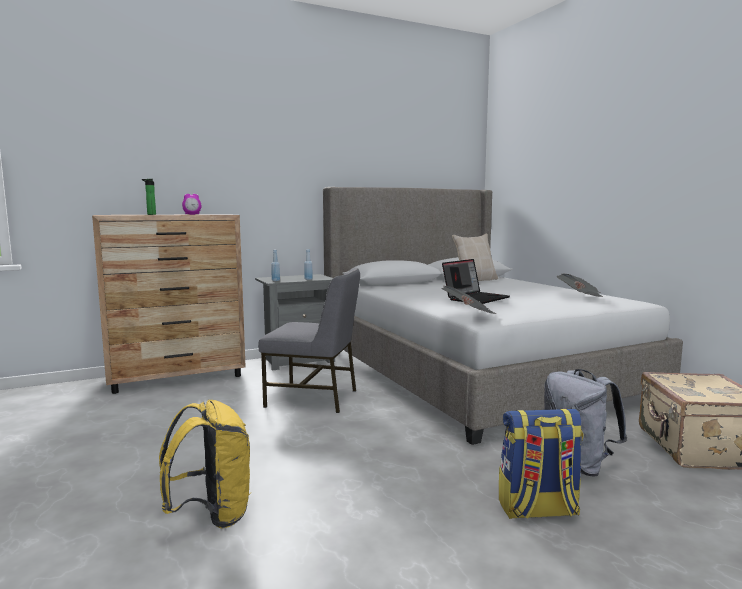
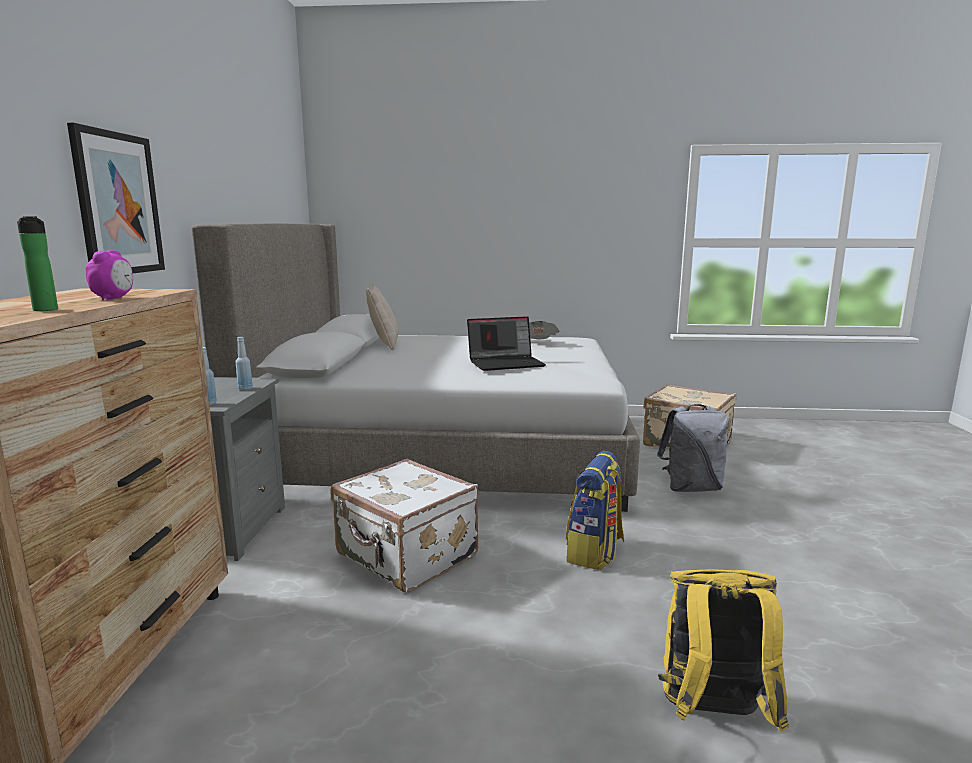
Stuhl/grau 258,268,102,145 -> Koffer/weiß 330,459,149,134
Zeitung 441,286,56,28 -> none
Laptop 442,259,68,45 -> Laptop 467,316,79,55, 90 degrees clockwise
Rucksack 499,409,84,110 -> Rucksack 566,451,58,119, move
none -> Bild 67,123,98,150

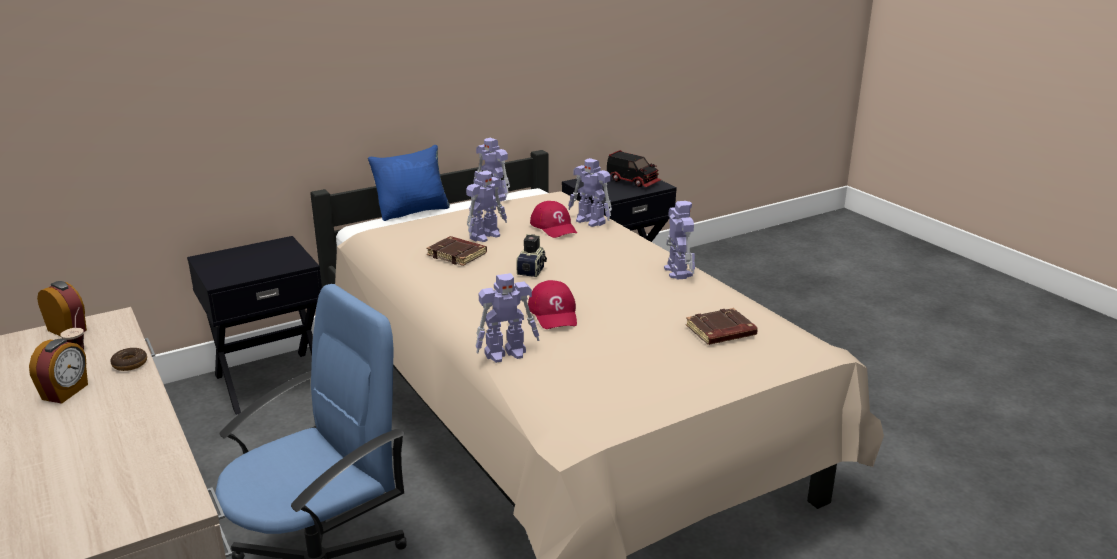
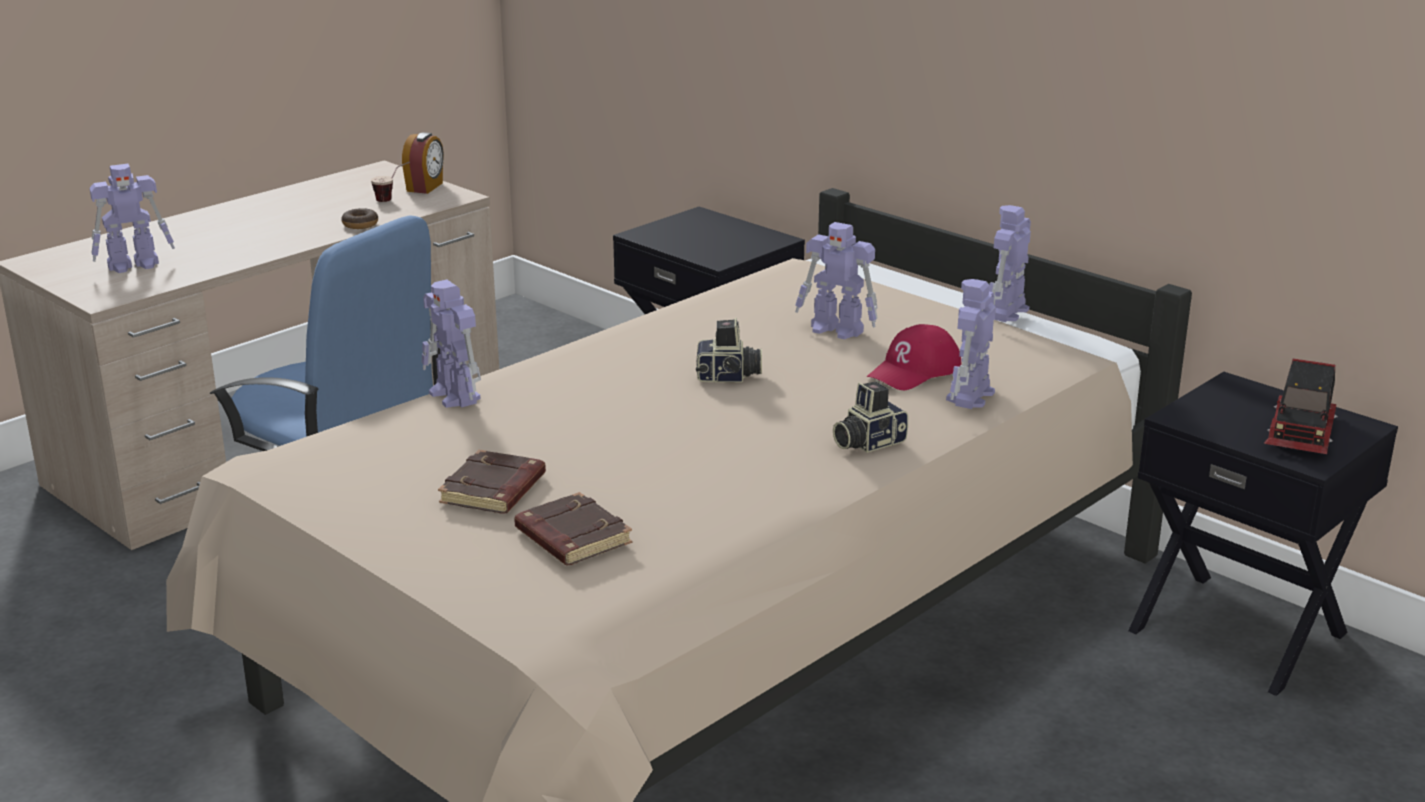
Wecker 29,339,59,65 -> none
Kissen/blau 368,145,82,76 -> none
Buch/braun 426,236,61,30 -> Buch/braun 438,450,108,64, move
Kappe/rot 528,280,49,49 -> none
Spielzeugroboter 664,201,31,79 -> Spielzeugroboter 90,164,85,109, move
none -> Kamera 833,382,75,71

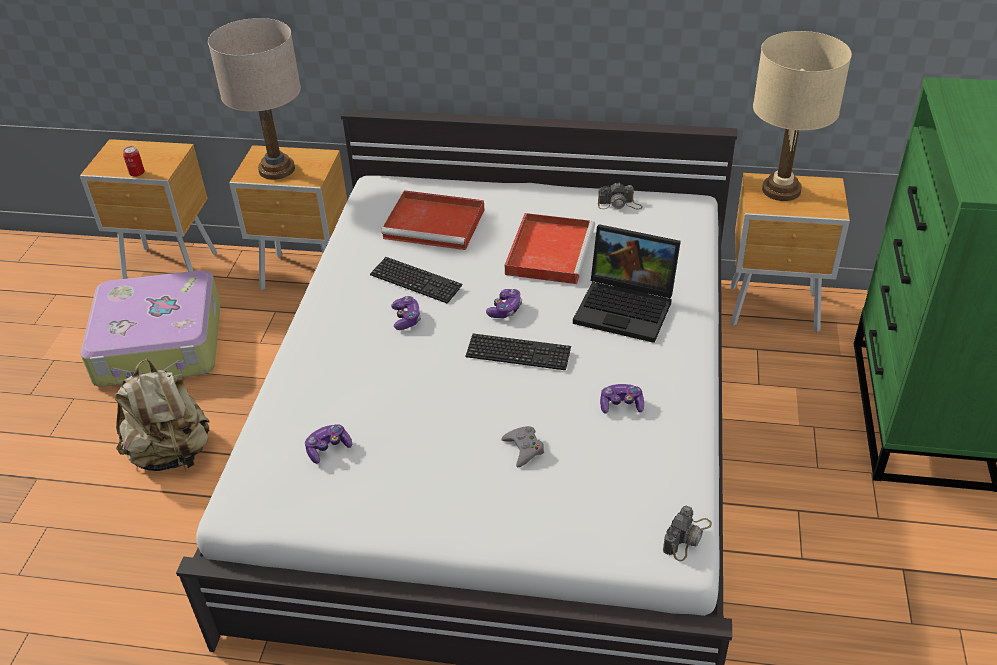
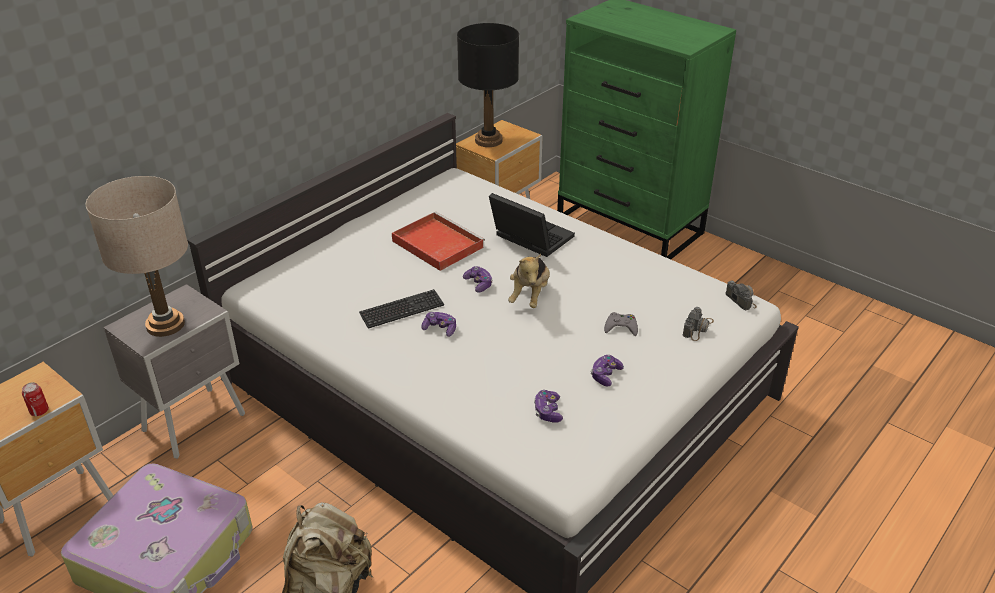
Nachttisch/braun 229,145,118,145 -> Nachttisch/grau 104,284,141,175
Tablett/rot 381,190,103,60 -> none
Tastatur 466,334,105,36 -> Plüschtier 508,254,42,54
Laptop 573,224,108,119 -> Laptop 489,193,86,64, 105 degrees counterclockwise
Kamera 598,183,45,27 -> Kamera 683,307,31,34, move
Gamepad 600,384,44,30 -> Gamepad 591,355,33,31, move
Tischlampe/beige 753,31,99,170 -> Tischlampe/schwarz 457,23,62,124

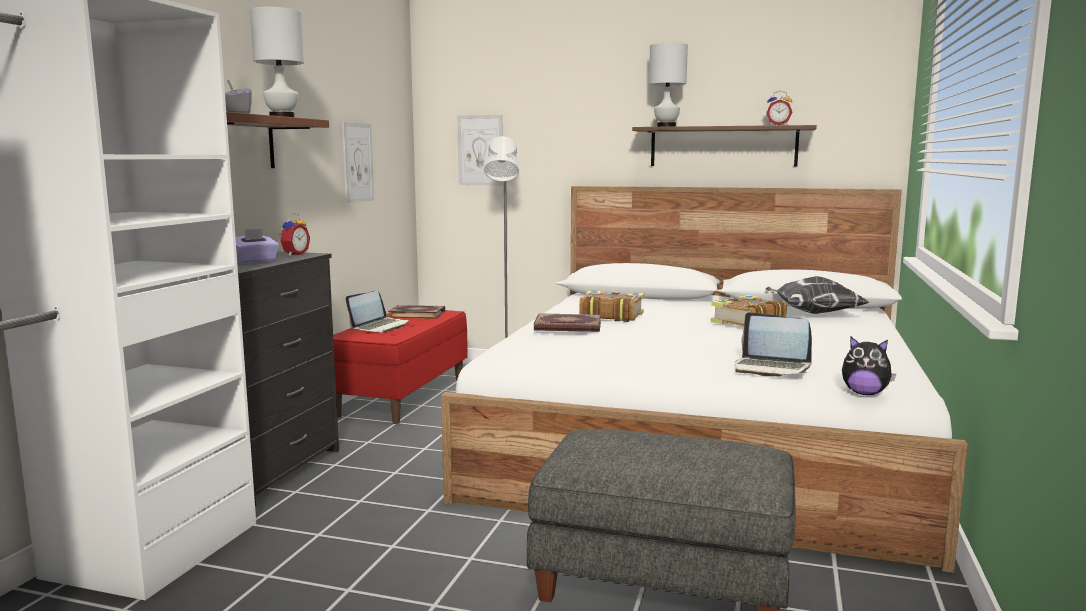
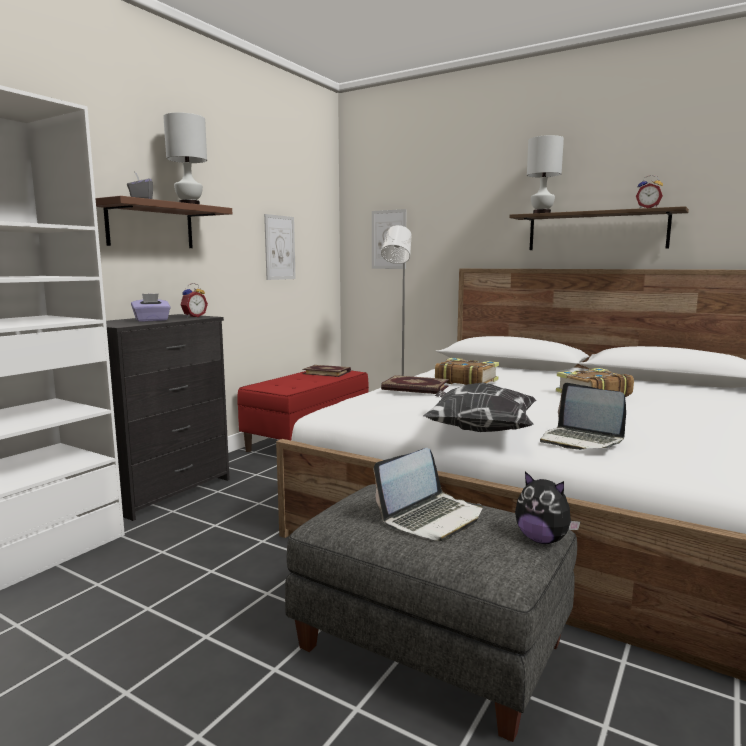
Laptop 345,291,64,42 -> Laptop 374,448,109,93, move
Kissen 766,276,103,38 -> Kissen 423,383,113,49, move
Plüschtier 842,337,54,58 -> Plüschtier 515,471,65,73, move

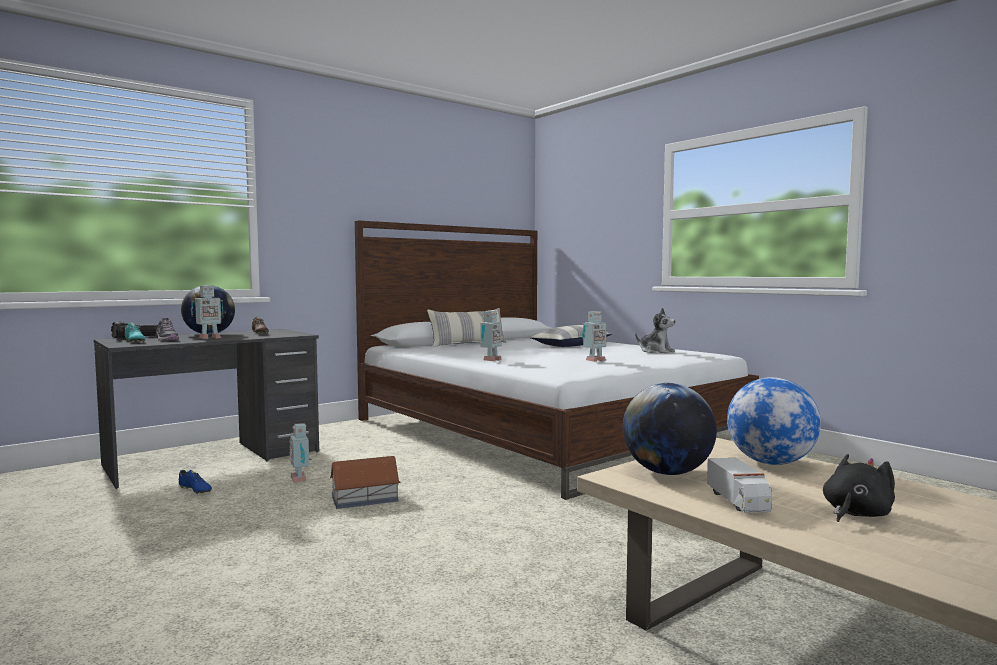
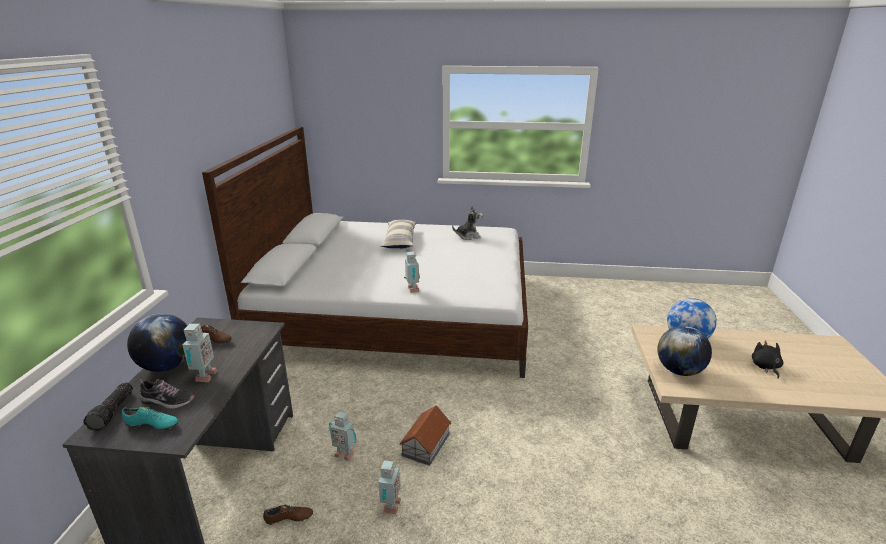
Schuh/blau 179,470,33,24 -> Schuh/braun 263,504,50,21
Kissen 427,308,79,39 -> none
Spielzeugroboter 582,311,25,51 -> Spielzeugroboter 379,460,22,54, move
Spielzeuglaster 707,458,65,55 -> none

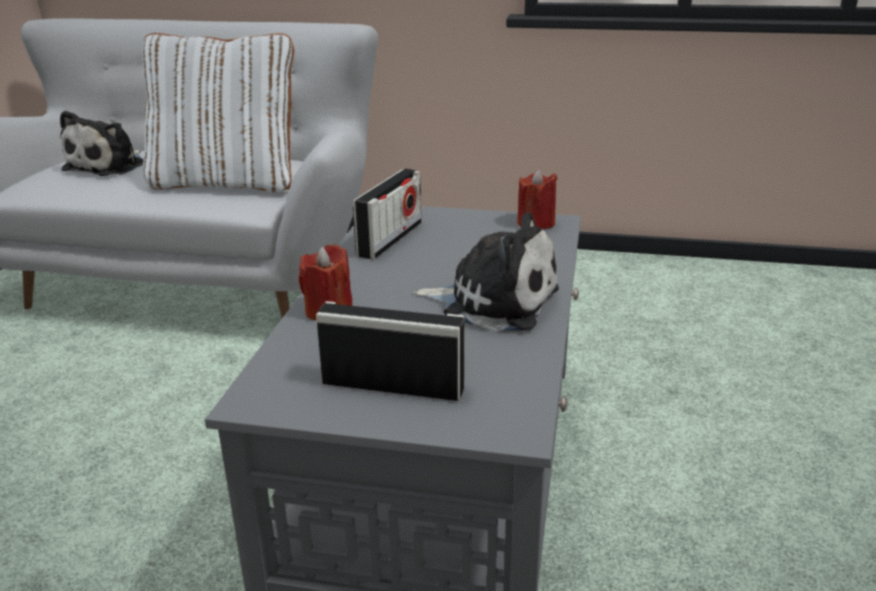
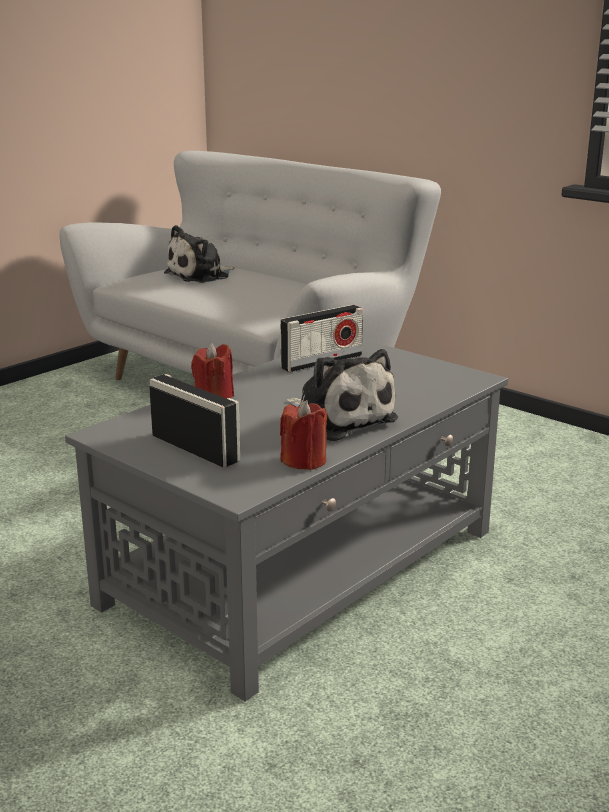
Kissen/weiß 142,33,152,159 -> none
Kerze/rot 517,169,40,60 -> Kerze/rot 280,400,48,70, move

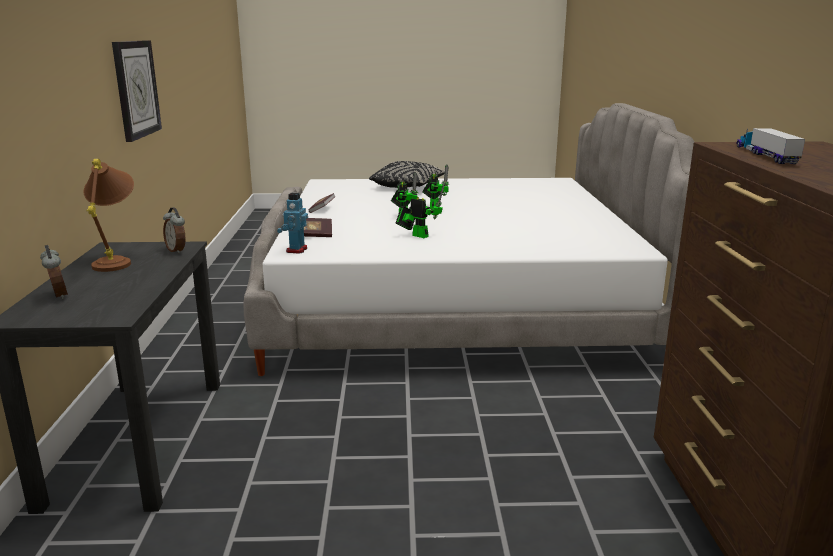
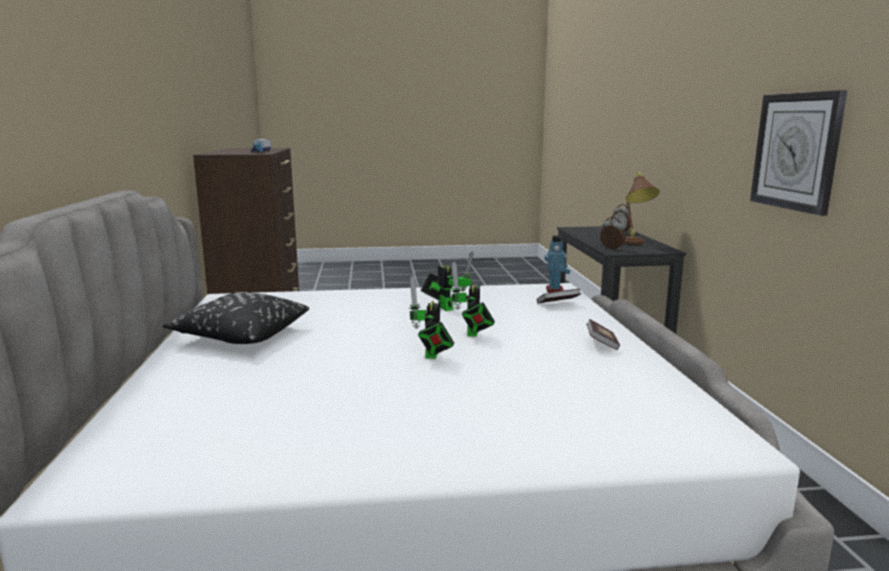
Kissen/schwarz 369,161,76,27 -> Kissen/schwarz 163,292,146,52, move
Spielzeugroboter 396,182,49,56 -> Spielzeugroboter 421,251,52,60, 150 degrees counterclockwise

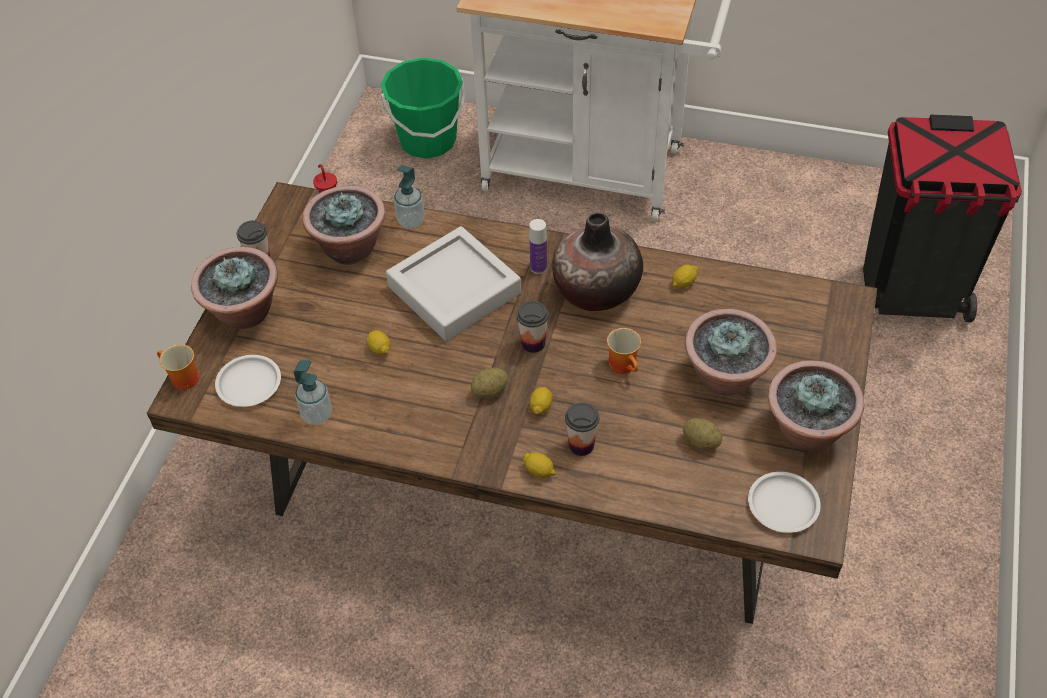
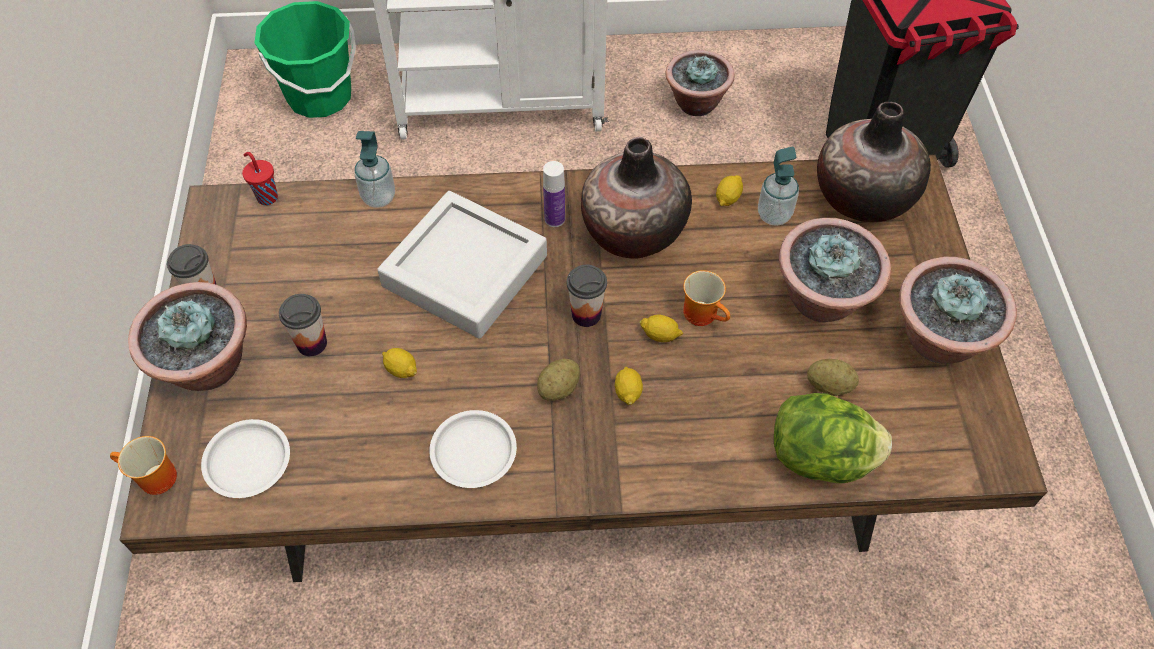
Seifenspender 294,360,38,65 -> Seifenspender 758,147,41,79, move
Topfpflanze 302,186,83,79 -> Topfpflanze 665,50,70,66, move
Zitrone 523,452,33,26 -> Zitrone 640,315,43,27, move
Tasse 565,402,34,54 -> Tasse 279,294,48,62, move
Teller/weiß 748,472,73,61 -> Teller/weiß 429,410,88,78, move
none -> Salatkopf 774,393,118,90
none -> Vase 817,102,114,120

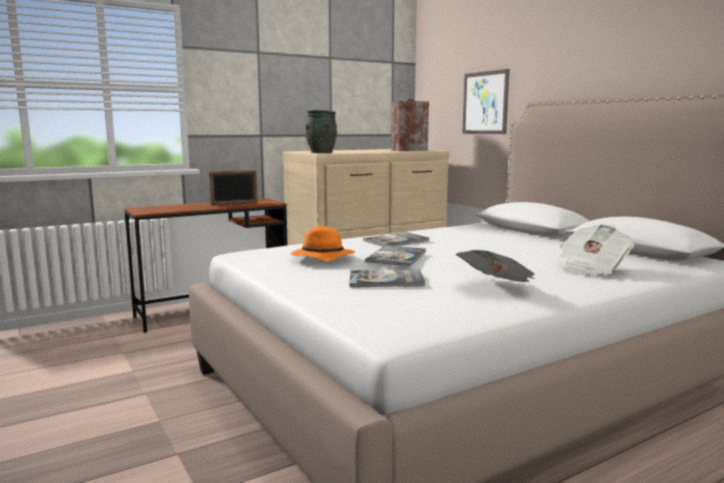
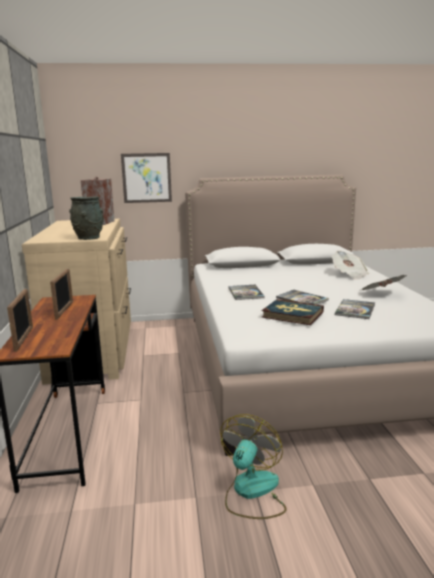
Hut/orange 290,226,65,35 -> Buch 262,299,62,26
none -> Bilderrahmen 7,289,26,63
none -> Ventilator 220,414,66,105

